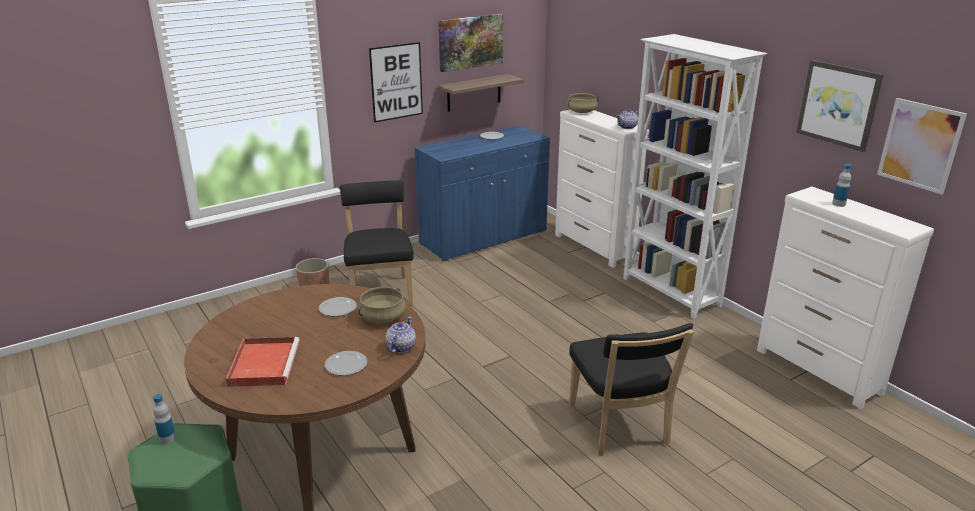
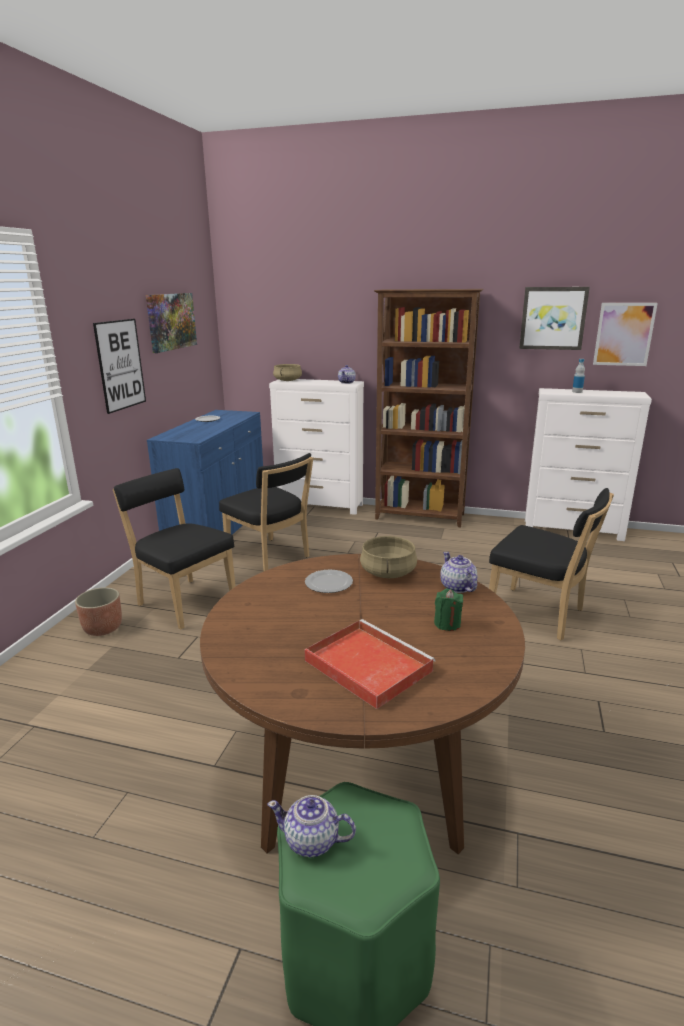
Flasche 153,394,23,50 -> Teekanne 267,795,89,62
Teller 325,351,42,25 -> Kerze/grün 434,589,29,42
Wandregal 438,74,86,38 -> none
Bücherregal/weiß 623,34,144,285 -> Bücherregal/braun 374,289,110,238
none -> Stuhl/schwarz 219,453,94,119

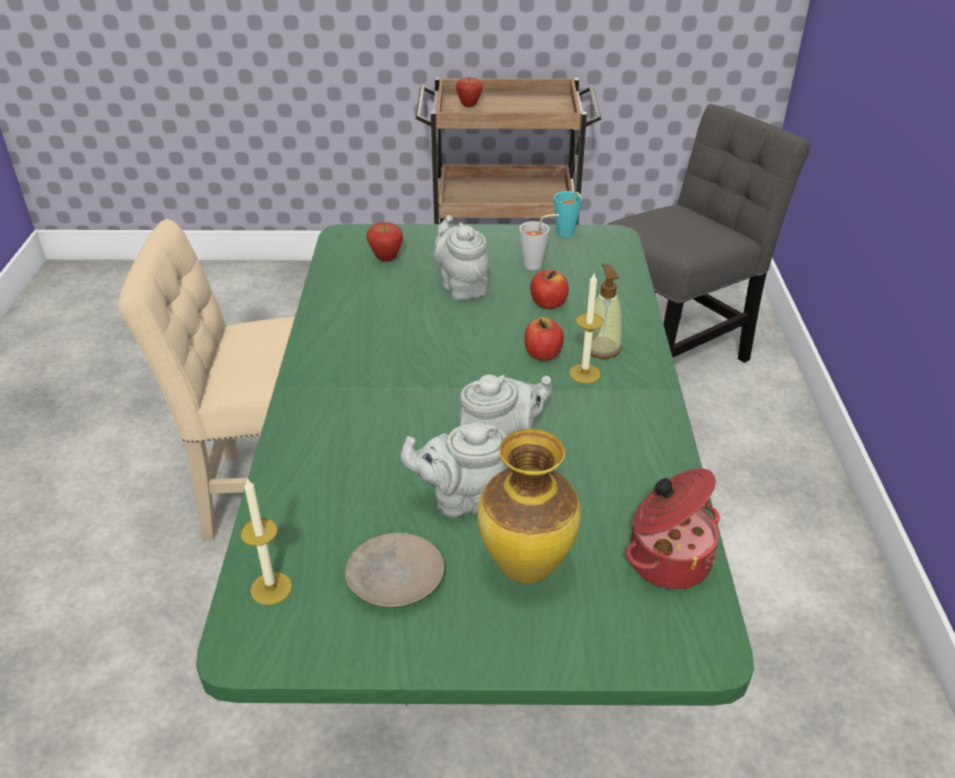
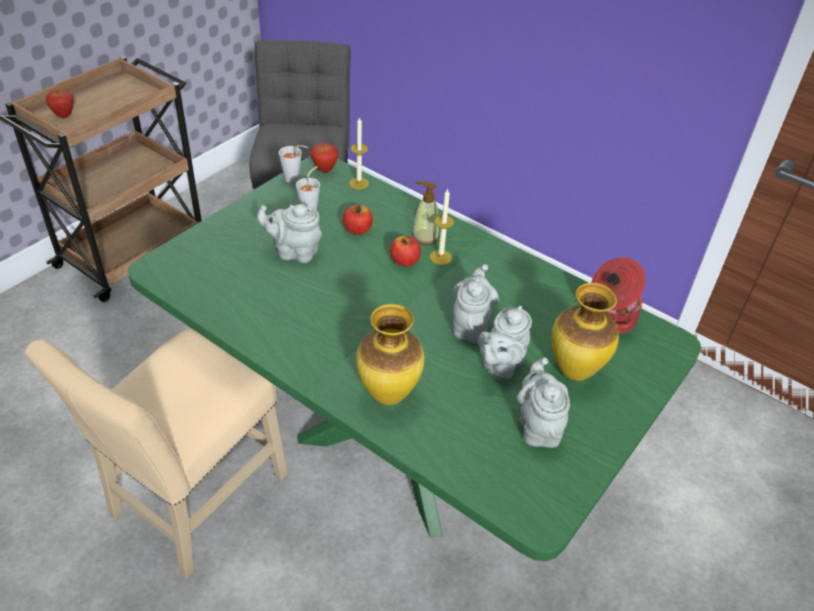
Kerze 240,478,52,127 -> Kerze 349,117,20,73, move
Teller/beige 345,533,99,74 -> Teekanne/grau 517,358,53,90
Apfel 367,222,36,40 -> Apfel 311,143,27,30, move
Tasse/türkis 554,191,28,46 -> Tasse/grau 279,145,29,38
none -> Vase 356,304,69,101

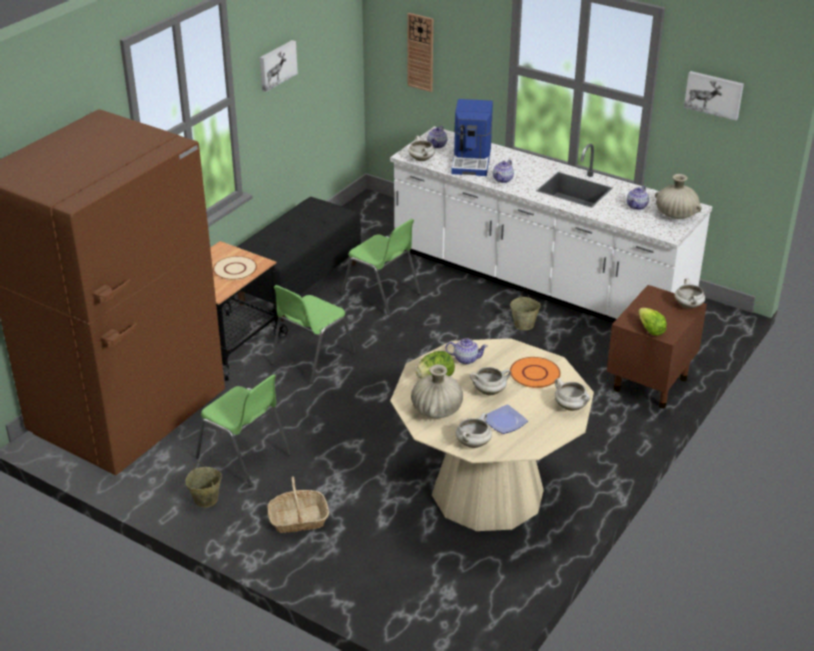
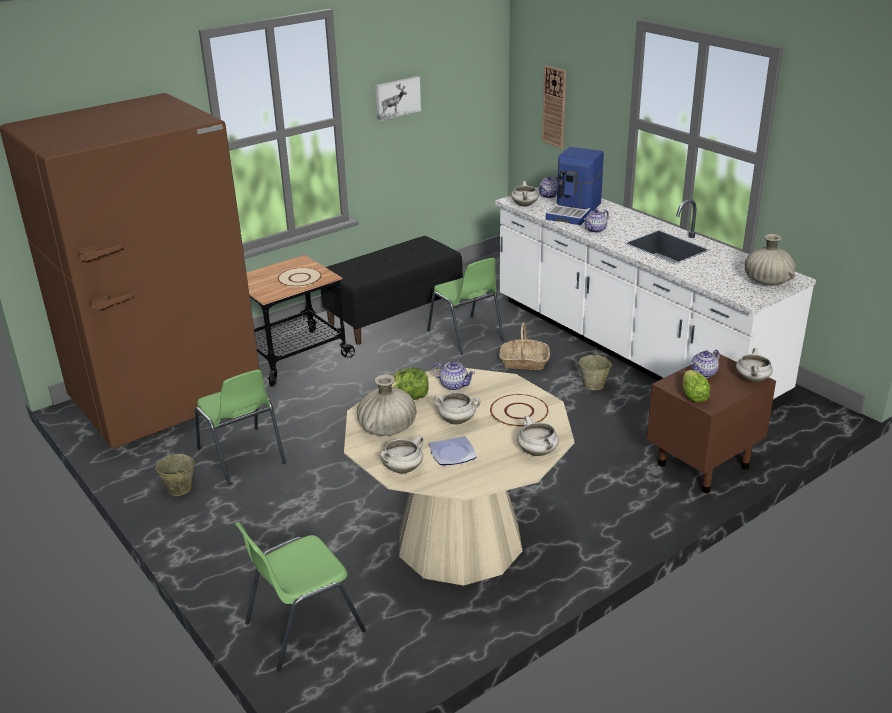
Korb 267,476,62,57 -> Korb 499,323,51,47, move
Stuhl/grün 271,285,85,99 -> Stuhl/grün 235,522,131,149, move
Teller/orange 510,357,51,31 -> Teller/beige 490,394,59,33
Teekanne 627,185,22,25 -> Teekanne 691,350,29,28, move
Bild 684,71,60,50 -> none

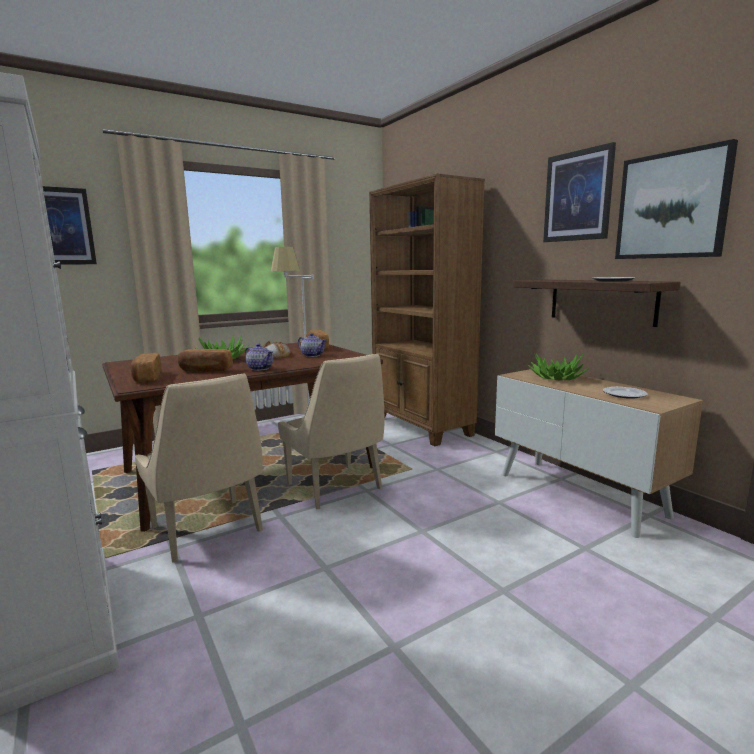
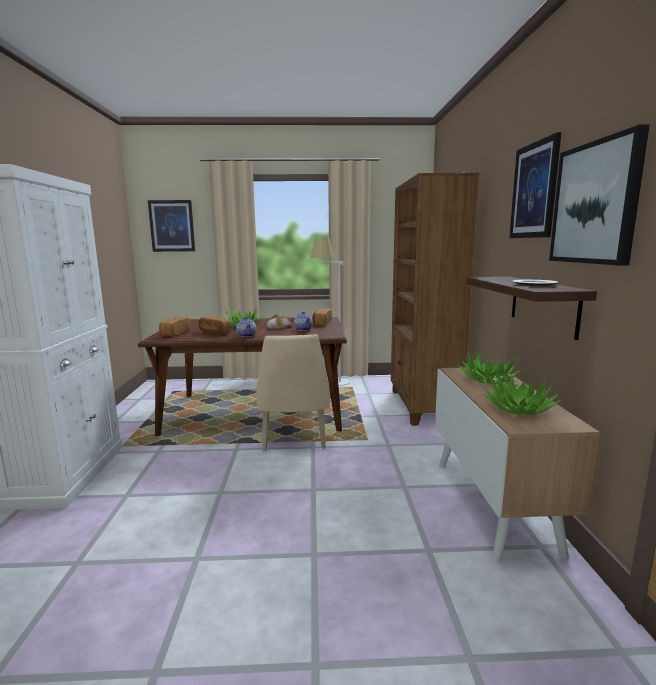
Stuhl/beige 135,374,128,189 -> none
Teller 603,387,45,12 -> Topfpflanze 482,373,79,42

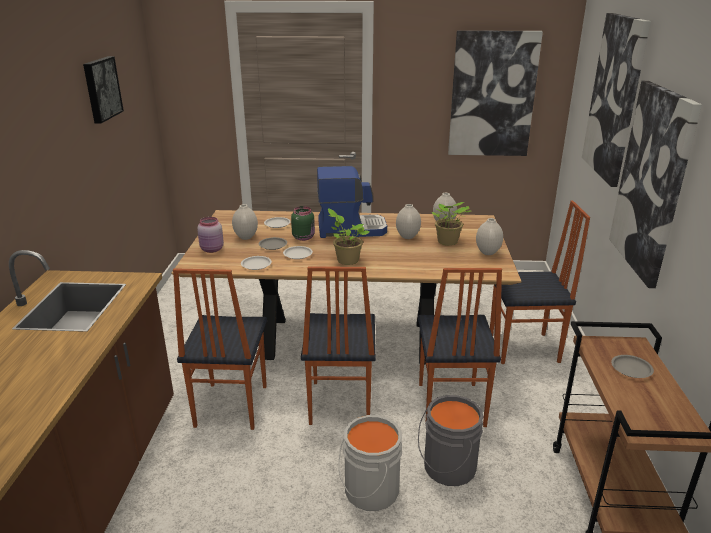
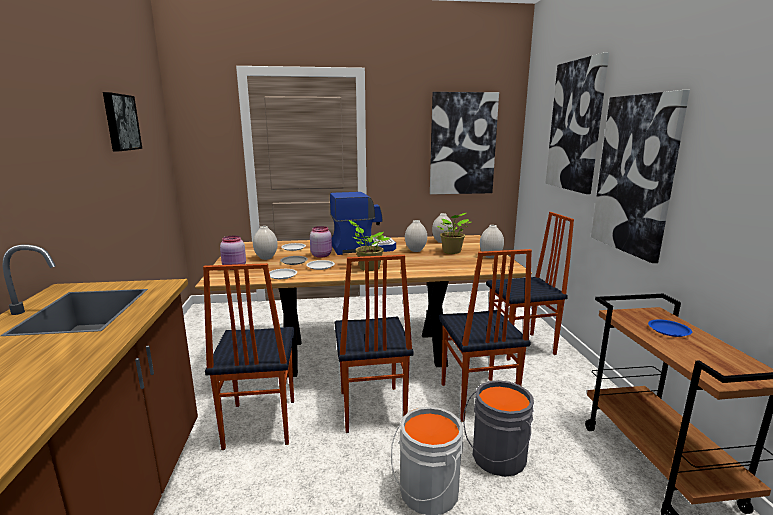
Vorratsglas/grün 291,206,24,35 -> Vorratsglas/rosa 310,226,22,32
Teller/grau 611,355,43,23 -> Teller/blau 648,320,44,17

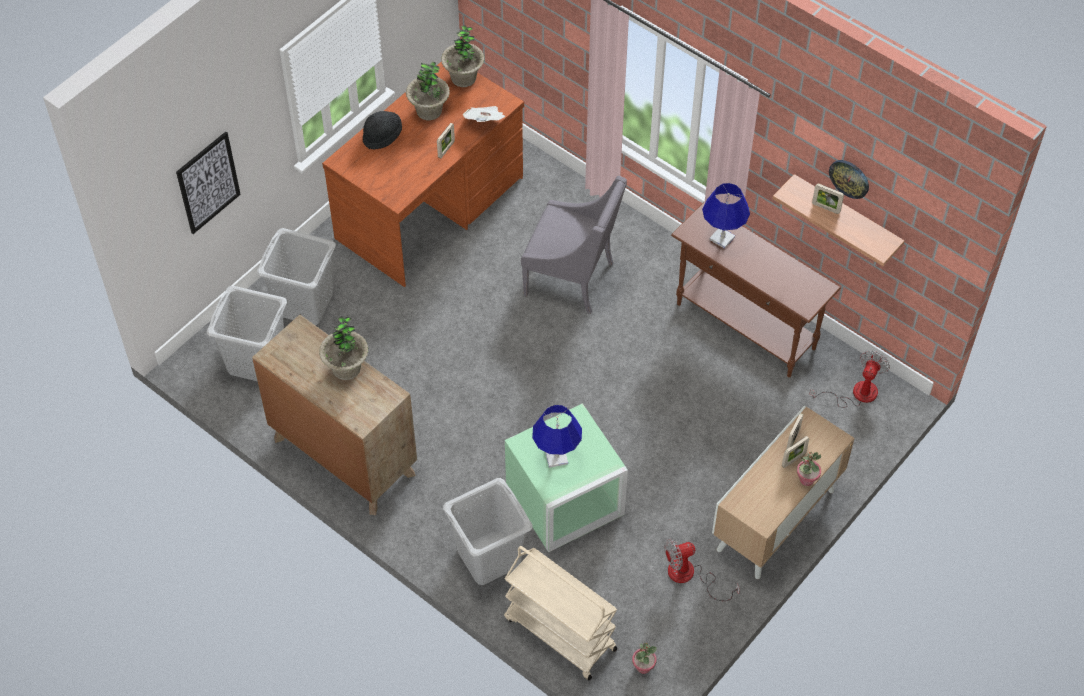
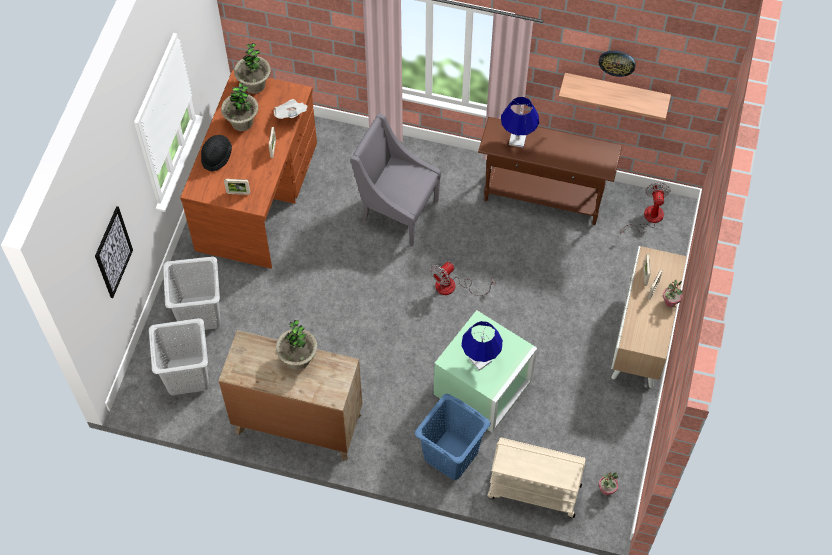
Wäschekorb/grau 443,478,89,107 -> Wäschekorb/blau 415,394,75,86
Sessel/grau 521,176,106,138 -> Sessel/grau 350,113,91,134, 150 degrees counterclockwise
Ventilator 664,538,76,63 -> Ventilator 430,262,65,34, move
Bilderrahmen 812,184,32,30 -> Bilderrahmen 224,179,26,16, move

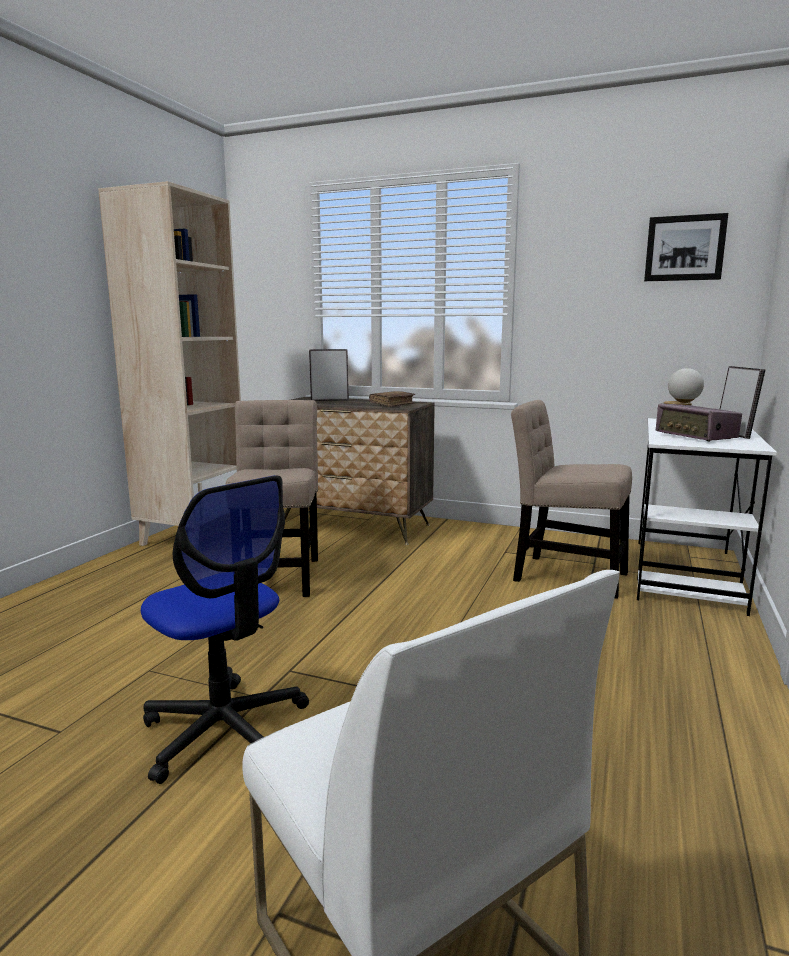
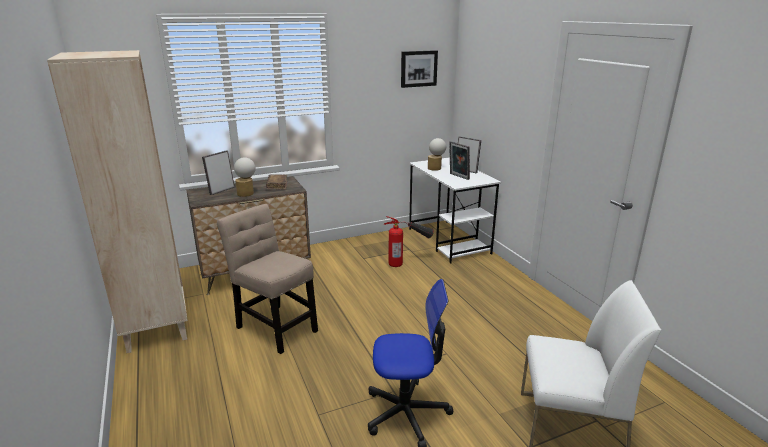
Stuhl/beige 511,400,121,199 -> Feuerlöscher 384,216,50,51
Radio 656,403,86,38 -> Bilderrahmen 449,141,21,39
none -> Tischlampe 234,157,22,40

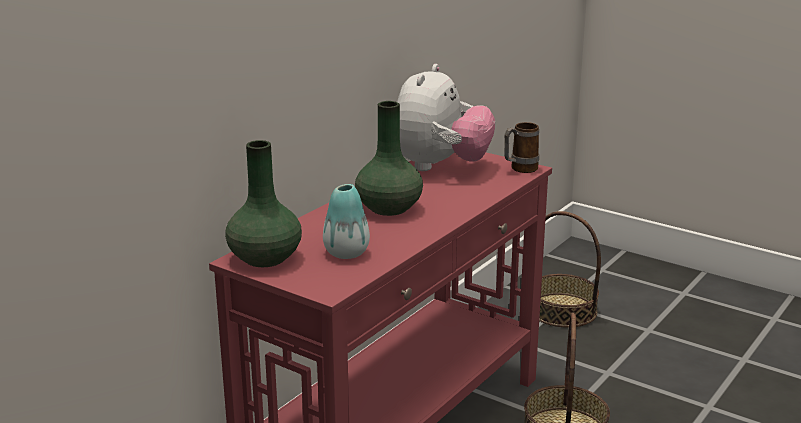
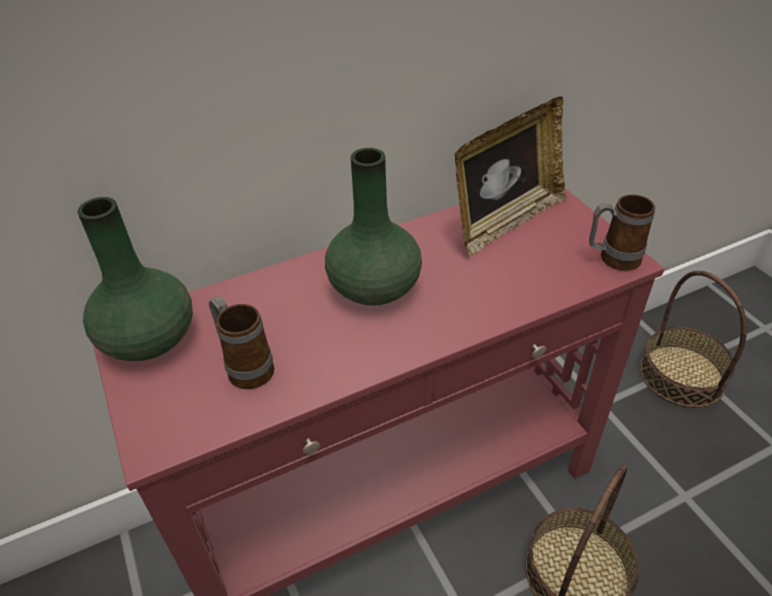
Vase 323,184,47,75 -> Henkelbecher 209,297,65,92
Plüschtier 397,64,98,107 -> Bilderrahmen 455,96,112,160

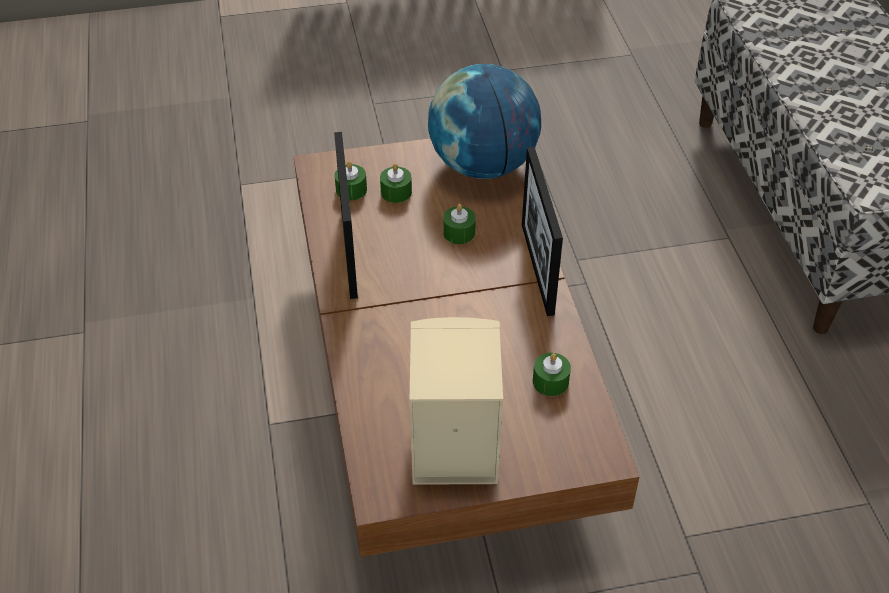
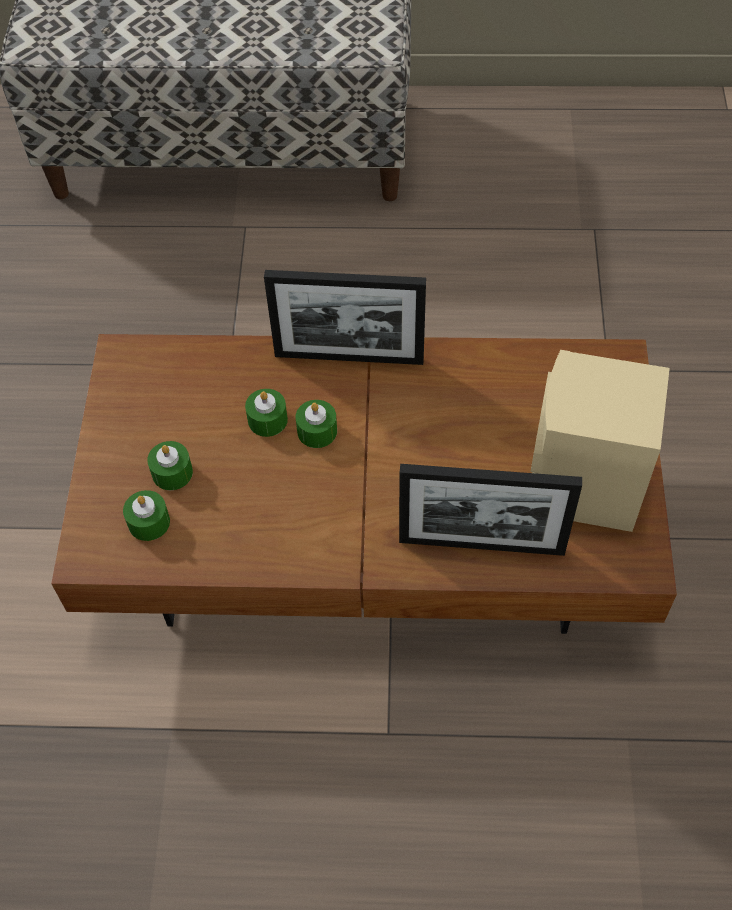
Bilderrahmen 334,132,24,167 -> Bilderrahmen 399,464,183,92, move
Globus 428,64,113,115 -> none
Kerze/grün 533,353,38,43 -> Kerze/grün 296,400,41,48, move

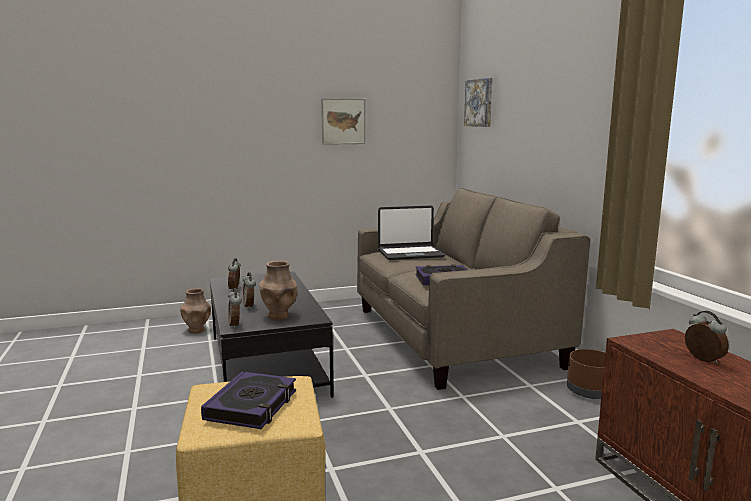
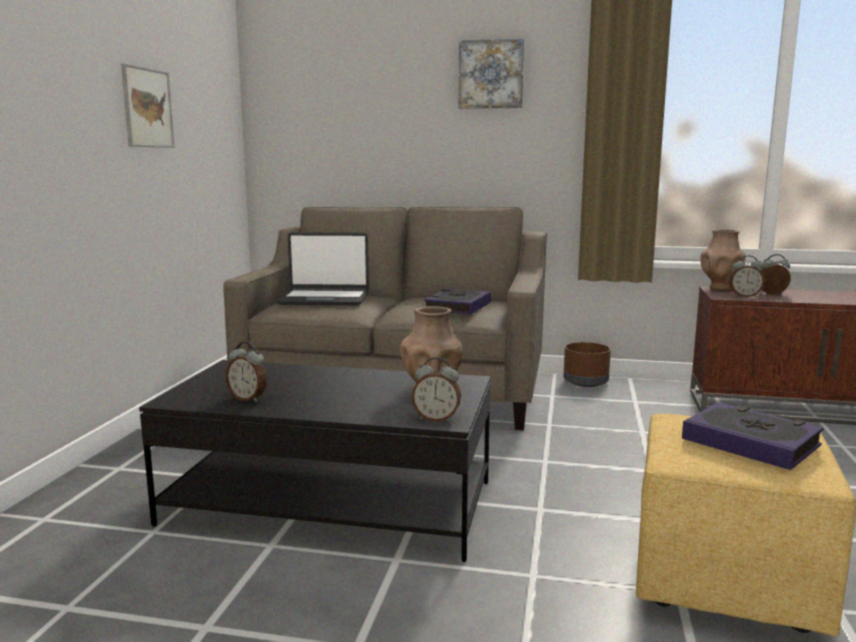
Vase/braun 180,288,31,46 -> Vase/braun 700,229,45,62, move
Wecker 243,272,13,37 -> Wecker 729,255,35,42, move
Laptop 378,206,67,54 -> Laptop 276,232,93,73, 75 degrees clockwise
Bild 464,78,28,49 -> Bild 459,38,65,71, move

